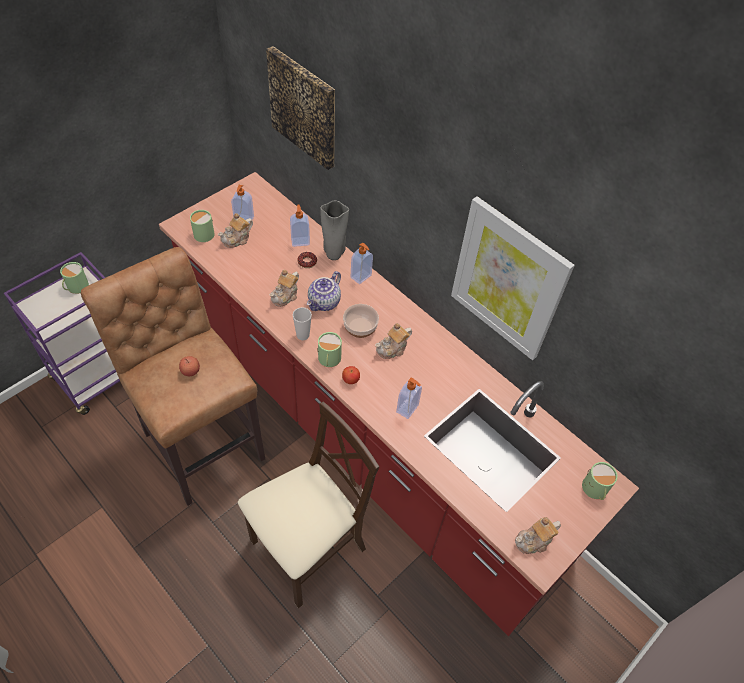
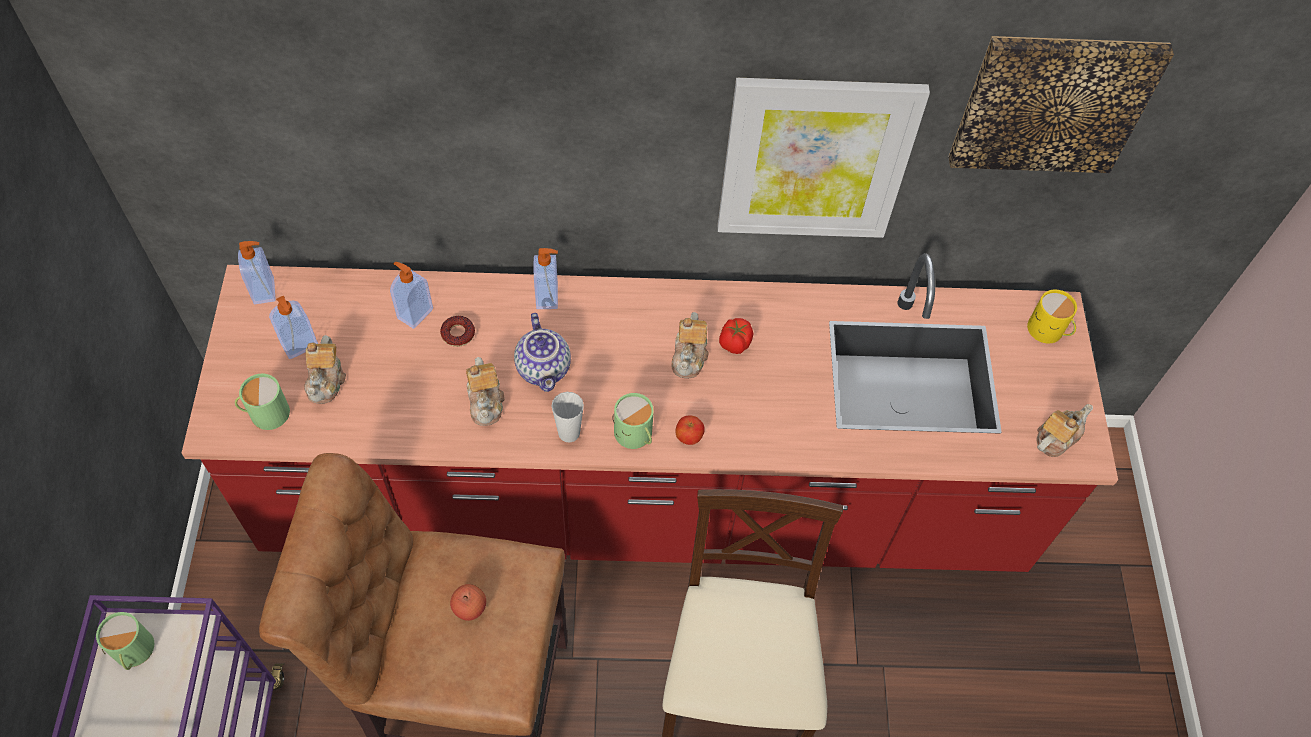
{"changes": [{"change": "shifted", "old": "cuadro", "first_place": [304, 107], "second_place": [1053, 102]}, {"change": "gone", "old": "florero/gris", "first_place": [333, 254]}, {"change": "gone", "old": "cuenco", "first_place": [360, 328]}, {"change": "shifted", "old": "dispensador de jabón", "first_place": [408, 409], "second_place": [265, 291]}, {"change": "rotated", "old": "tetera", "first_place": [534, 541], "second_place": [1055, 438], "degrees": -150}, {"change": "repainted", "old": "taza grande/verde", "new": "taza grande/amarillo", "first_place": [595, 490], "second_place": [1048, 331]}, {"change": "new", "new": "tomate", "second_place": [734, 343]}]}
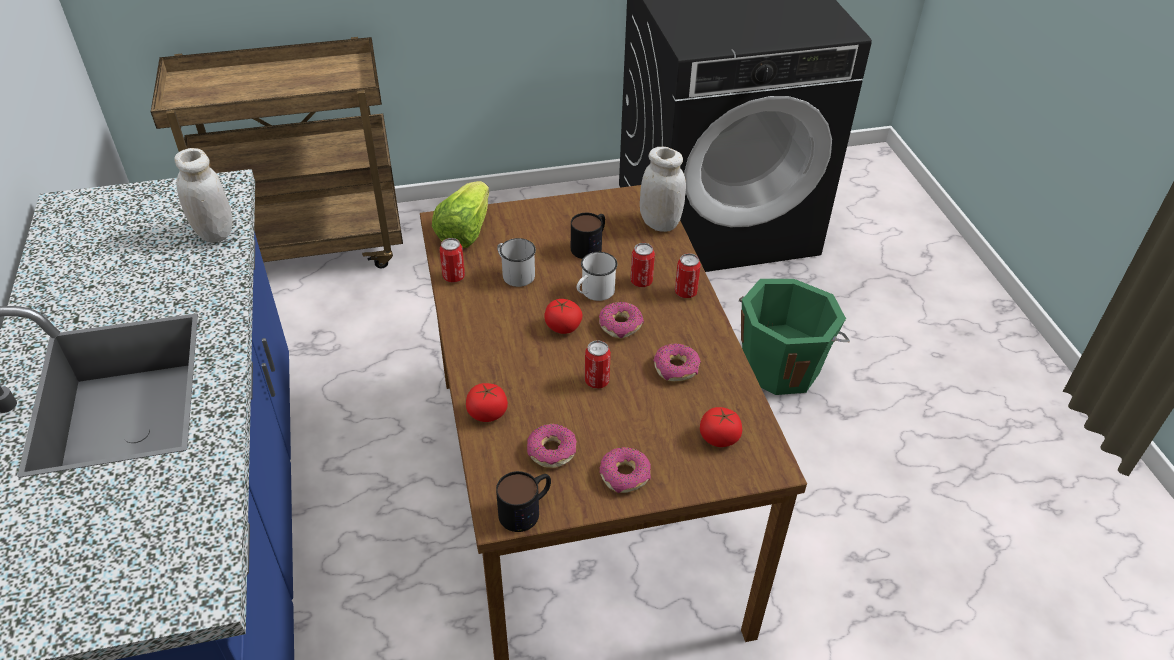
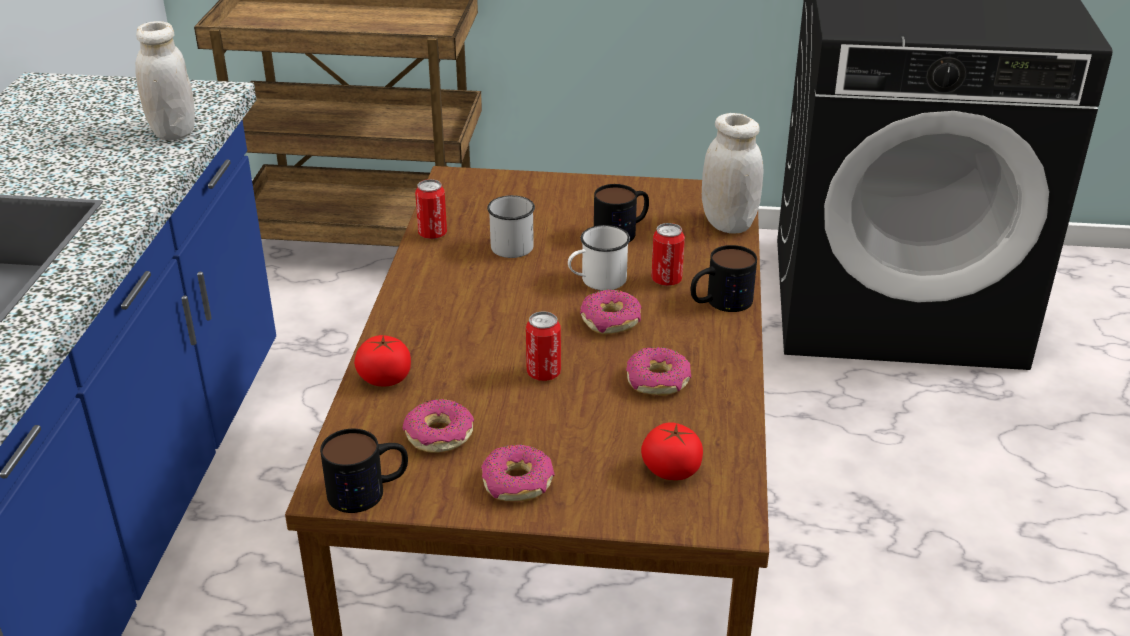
{"changes": [{"change": "gone", "old": "lechuga", "first_place": [464, 231]}, {"change": "gone", "old": "tomate", "first_place": [562, 327]}, {"change": "swapped", "old": "lata", "new": "taza grande", "first_place": [685, 292], "second_place": [719, 302]}, {"change": "gone", "old": "cubo/verde", "first_place": [781, 366]}]}
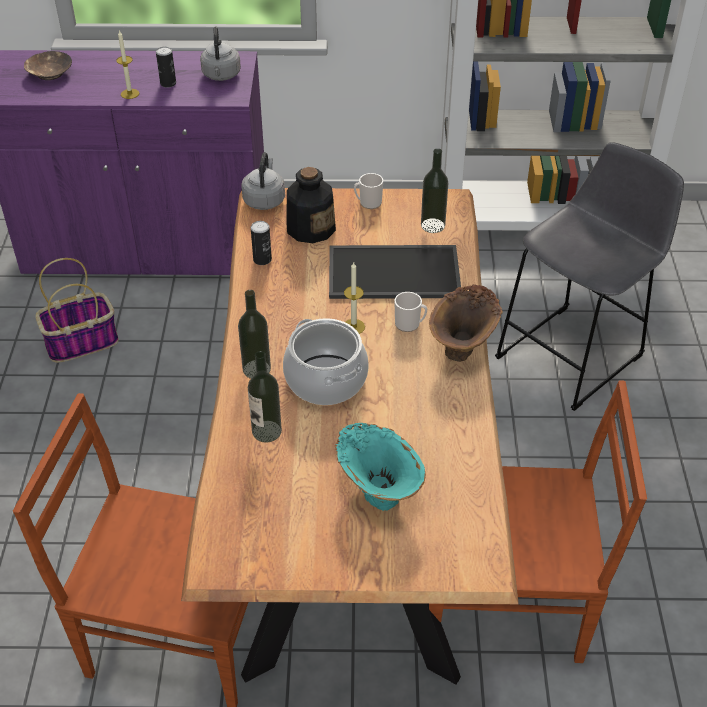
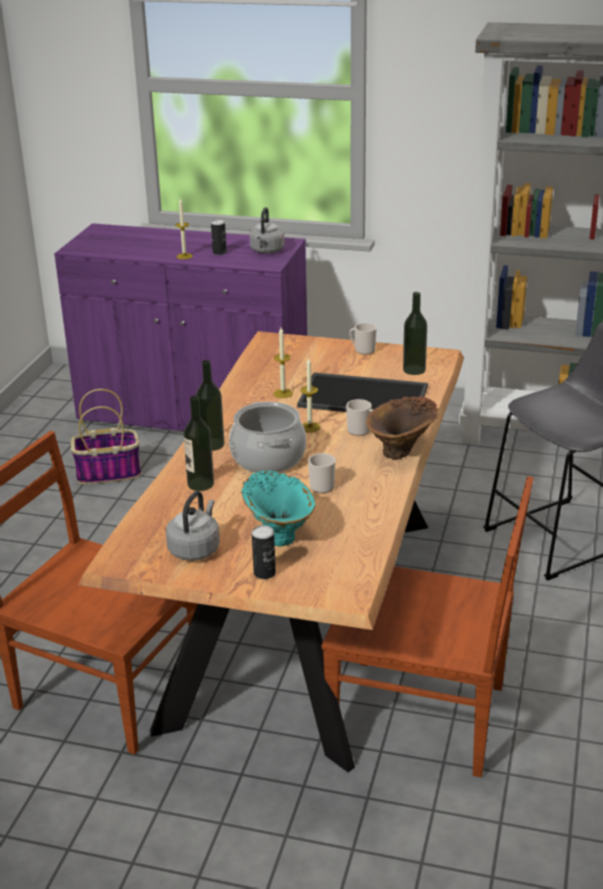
{"changes": [{"change": "gone", "old": "cuenco/marrón", "first_place": [49, 73]}, {"change": "shifted", "old": "hervidor/gris", "first_place": [264, 199], "second_place": [195, 549]}, {"change": "shifted", "old": "lata", "first_place": [262, 259], "second_place": [264, 573]}, {"change": "gone", "old": "botella", "first_place": [310, 228]}, {"change": "new", "new": "vela", "second_place": [283, 393]}, {"change": "new", "new": "taza grande", "second_place": [322, 485]}]}
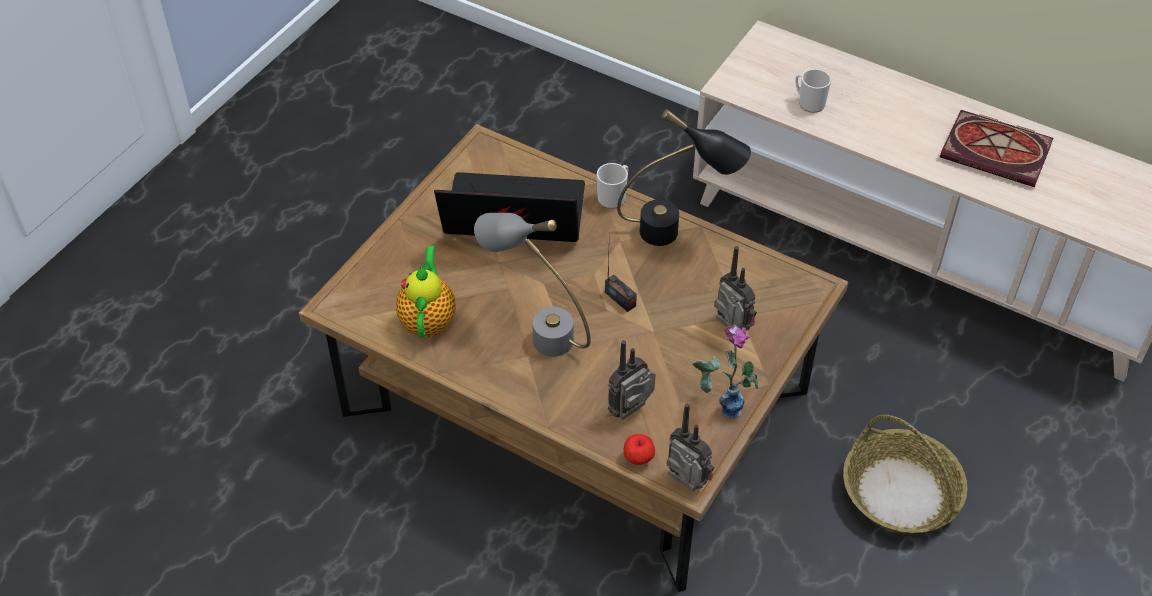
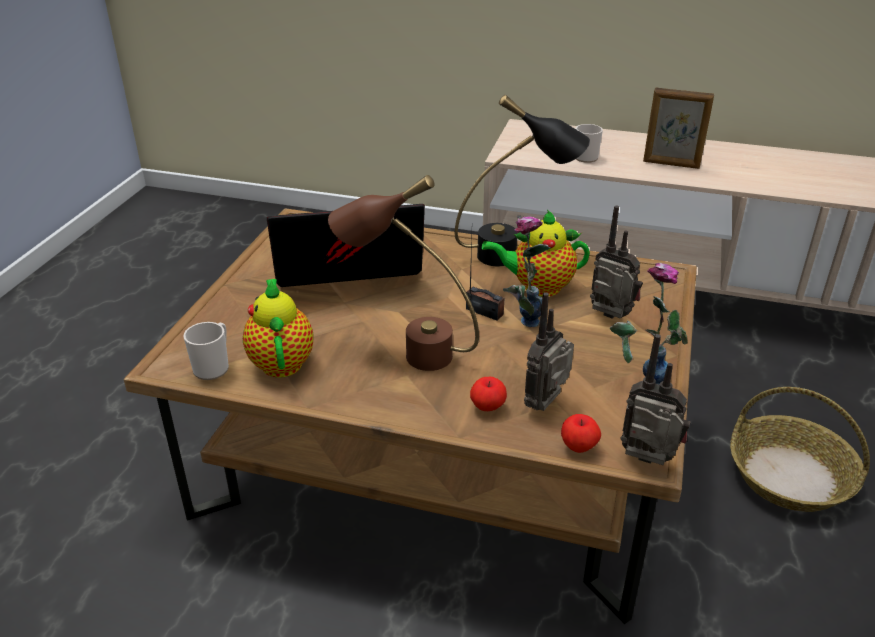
{"changes": [{"change": "repainted", "old": "lámpara de mesa/gris", "new": "lámpara de mesa/marrón", "first_place": [536, 331], "second_place": [407, 351]}, {"change": "shifted", "old": "taza grande", "first_place": [614, 197], "second_place": [214, 367]}, {"change": "gone", "old": "libro", "first_place": [998, 152]}, {"change": "new", "new": "manzana", "second_place": [487, 407]}, {"change": "new", "new": "tetera", "second_place": [538, 287]}, {"change": "new", "new": "florero", "second_place": [522, 328]}, {"change": "new", "new": "portarretratos", "second_place": [671, 164]}]}
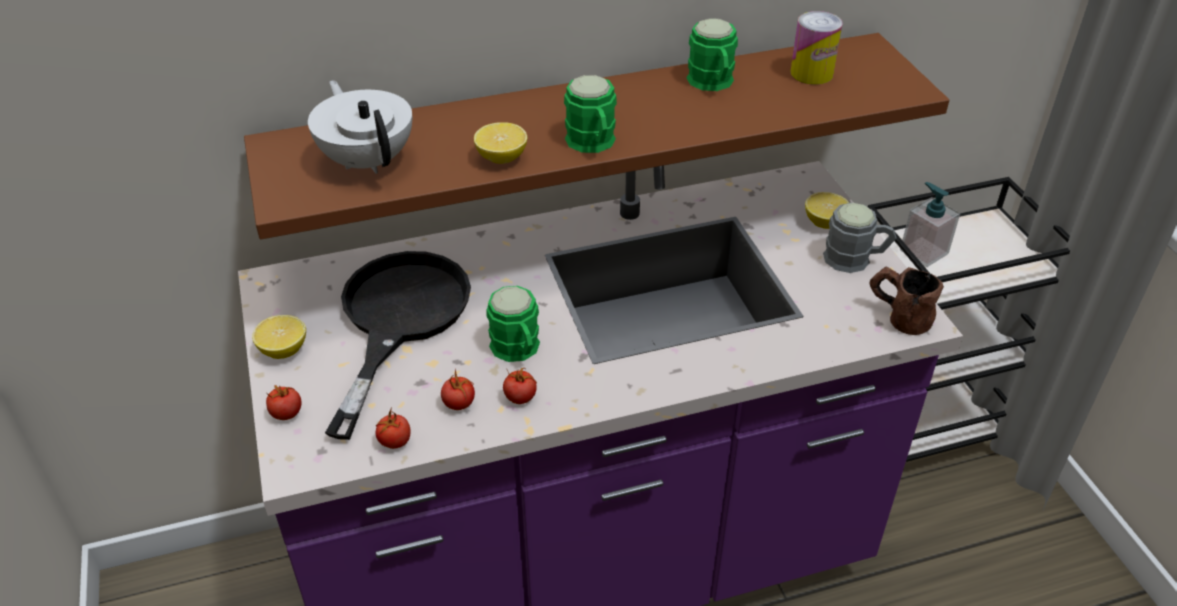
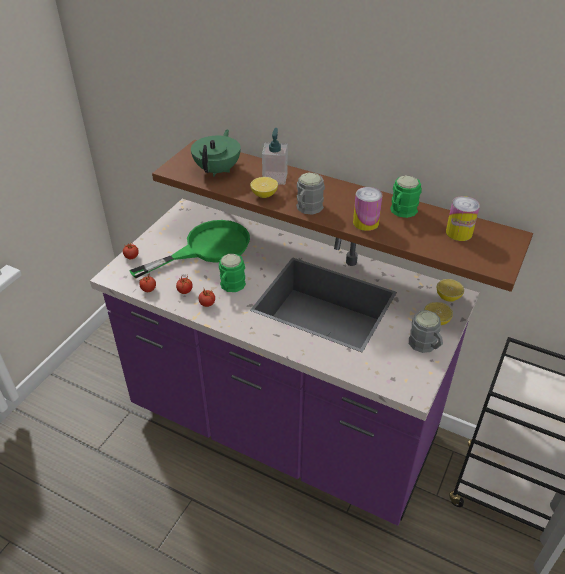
{"changes": [{"change": "shifted", "old": "limón", "first_place": [283, 350], "second_place": [448, 297]}, {"change": "repainted", "old": "tetera/blanco", "new": "tetera/verde", "first_place": [368, 160], "second_place": [218, 170]}, {"change": "repainted", "old": "sartén/negro", "new": "sartén/verde", "first_place": [398, 320], "second_place": [207, 248]}, {"change": "repainted", "old": "taza grande/verde", "new": "taza grande/gris", "first_place": [593, 144], "second_place": [307, 209]}, {"change": "gone", "old": "taza grande/marrón", "first_place": [897, 316]}, {"change": "shifted", "old": "dispensador de jabón", "first_place": [923, 252], "second_place": [275, 178]}, {"change": "new", "new": "lata", "second_place": [365, 223]}]}
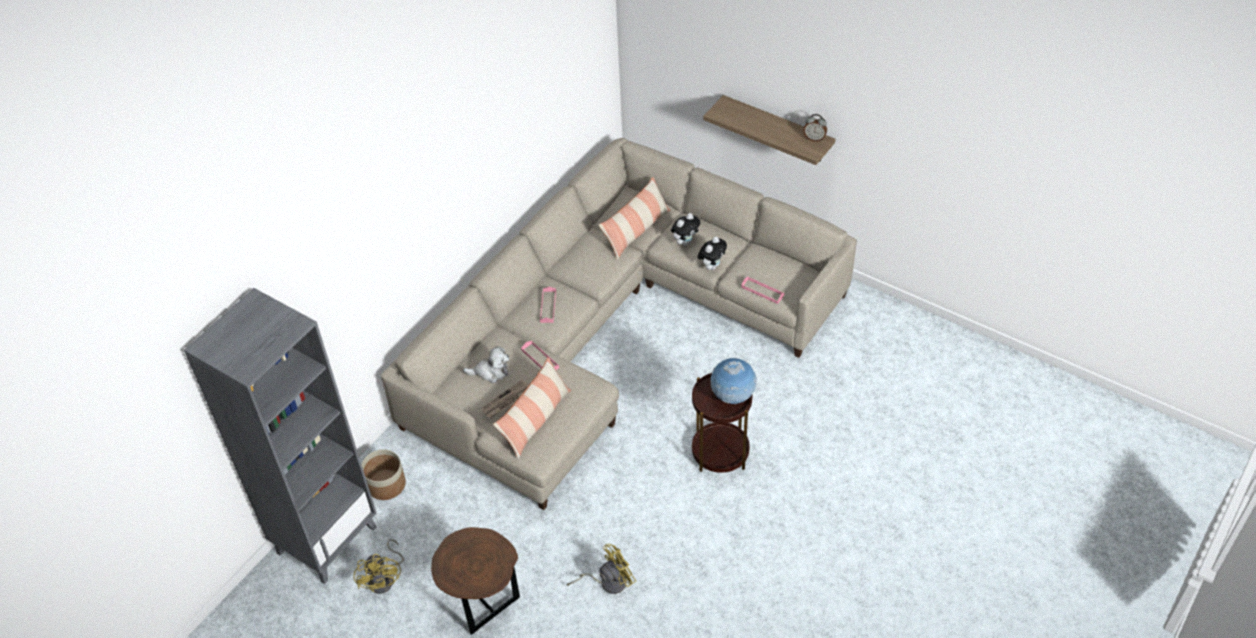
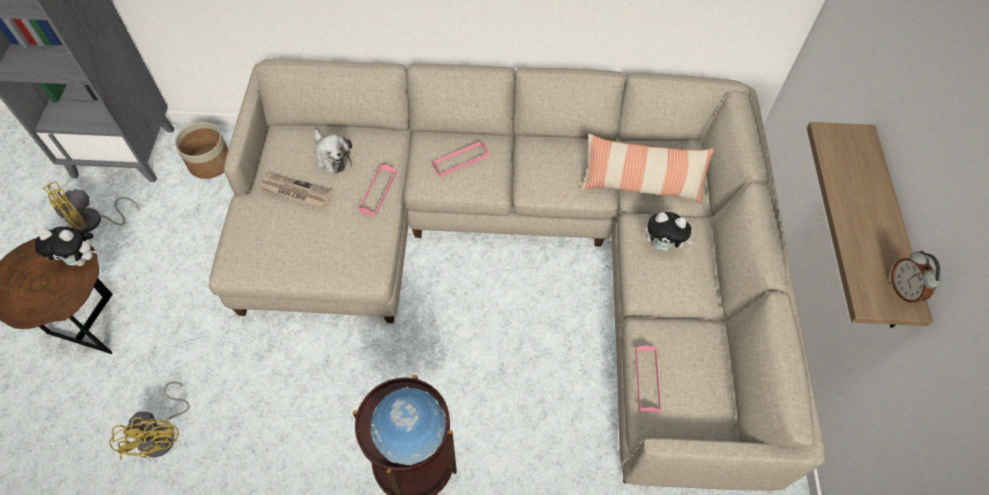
{"changes": [{"change": "gone", "old": "cojín", "first_place": [535, 420]}, {"change": "rotated", "old": "ventilador/amarillo", "first_place": [608, 582], "second_place": [164, 435], "degrees": 45}, {"change": "shifted", "old": "peluche", "first_place": [712, 266], "second_place": [81, 259]}]}
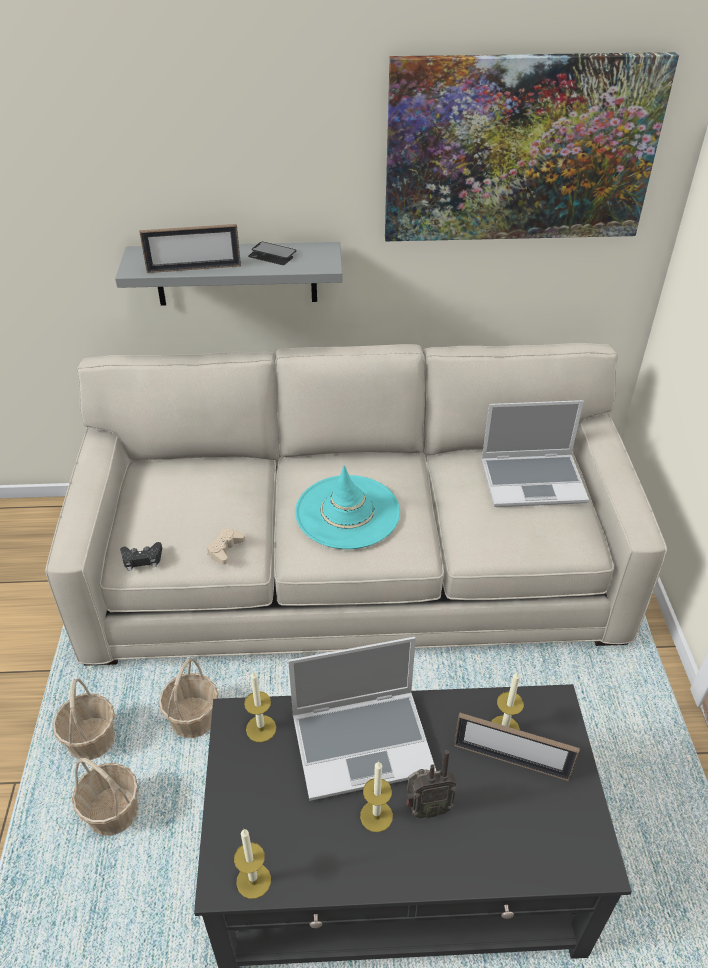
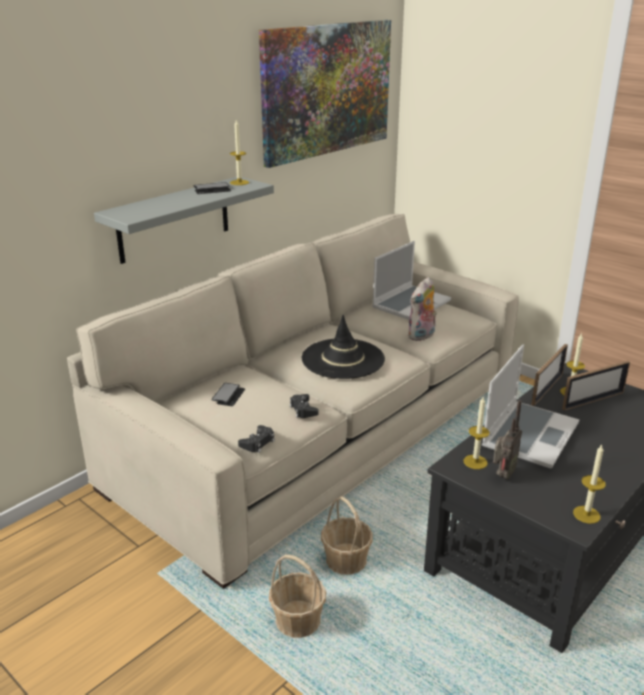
{"changes": [{"change": "gone", "old": "cesta", "first_place": [113, 811]}, {"change": "shifted", "old": "portarretratos", "first_place": [194, 268], "second_place": [547, 389]}, {"change": "repainted", "old": "mando de consola/beis", "new": "mando de consola/negro", "first_place": [225, 549], "second_place": [303, 410]}, {"change": "repainted", "old": "sombrero/turquesa", "new": "sombrero/negro", "first_place": [347, 512], "second_place": [343, 359]}, {"change": "shifted", "old": "vela", "first_place": [376, 816], "second_place": [239, 182]}, {"change": "shifted", "old": "radio", "first_place": [426, 808], "second_place": [502, 475]}, {"change": "new", "new": "móvil", "second_place": [228, 395]}, {"change": "new", "new": "peluche", "second_place": [422, 336]}]}
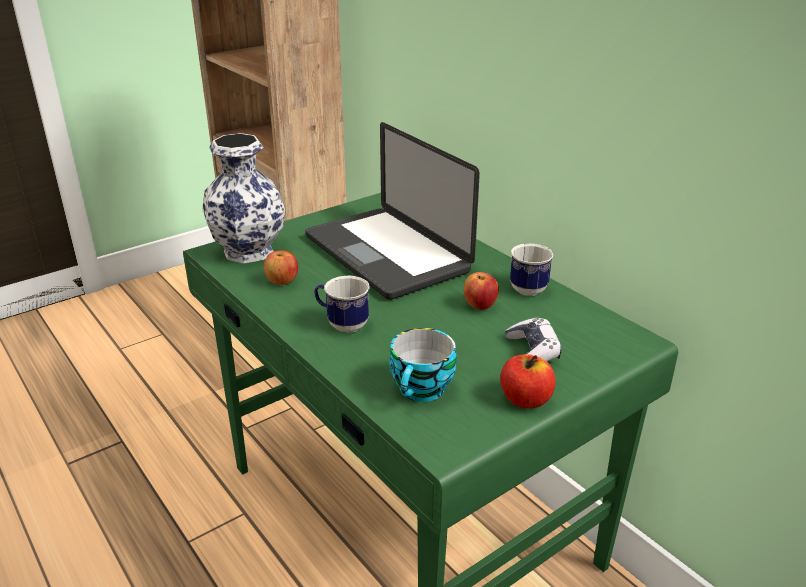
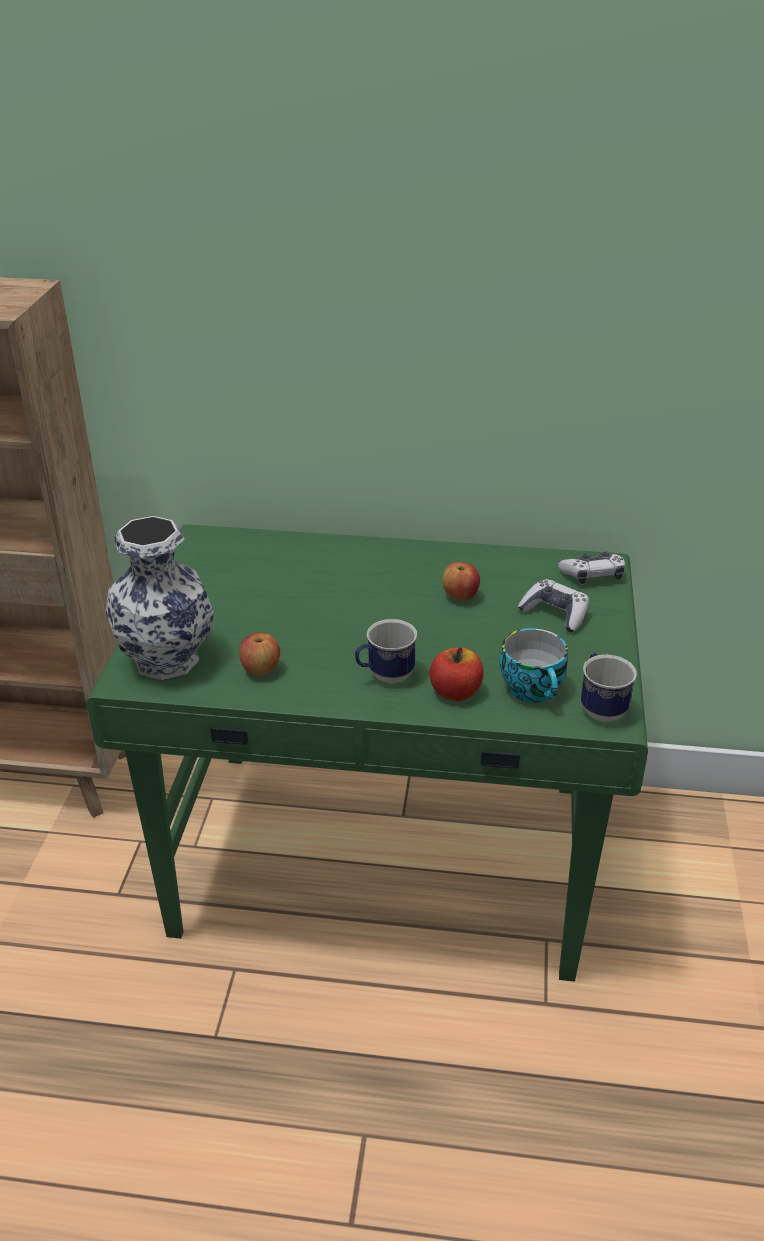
{"changes": [{"change": "gone", "old": "portátil", "first_place": [386, 254]}, {"change": "shifted", "old": "manzana", "first_place": [525, 399], "second_place": [455, 692]}, {"change": "shifted", "old": "taza grande", "first_place": [530, 287], "second_place": [600, 707]}, {"change": "new", "new": "mando de consola", "second_place": [593, 575]}]}
